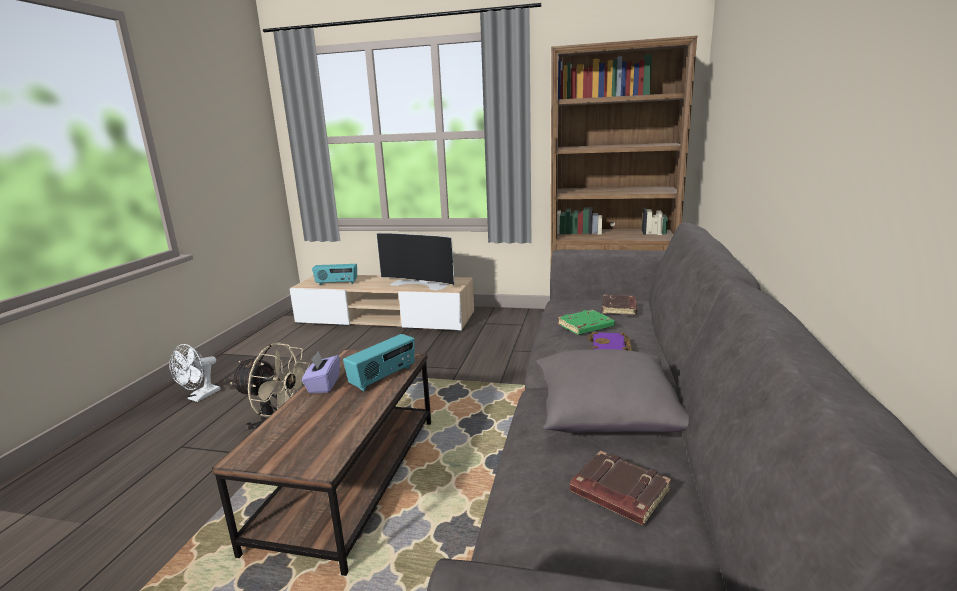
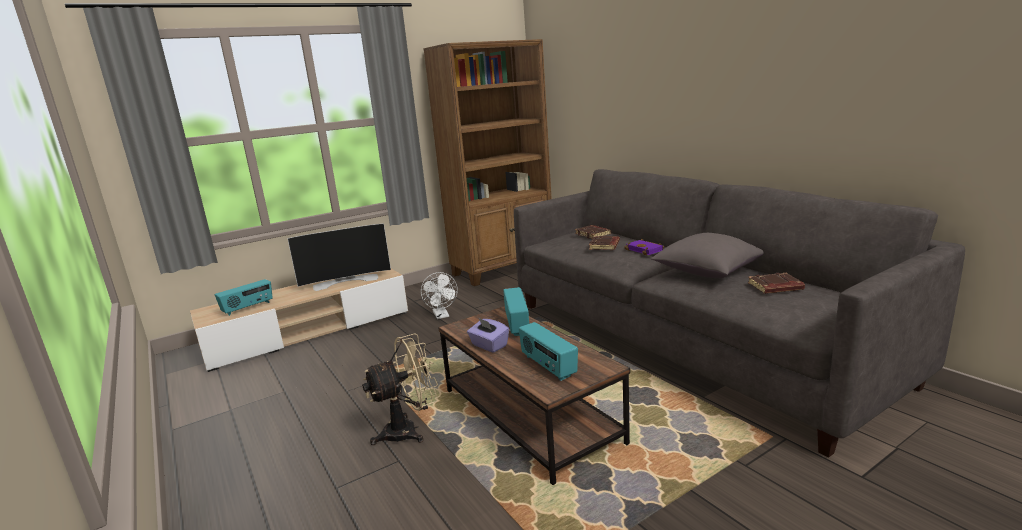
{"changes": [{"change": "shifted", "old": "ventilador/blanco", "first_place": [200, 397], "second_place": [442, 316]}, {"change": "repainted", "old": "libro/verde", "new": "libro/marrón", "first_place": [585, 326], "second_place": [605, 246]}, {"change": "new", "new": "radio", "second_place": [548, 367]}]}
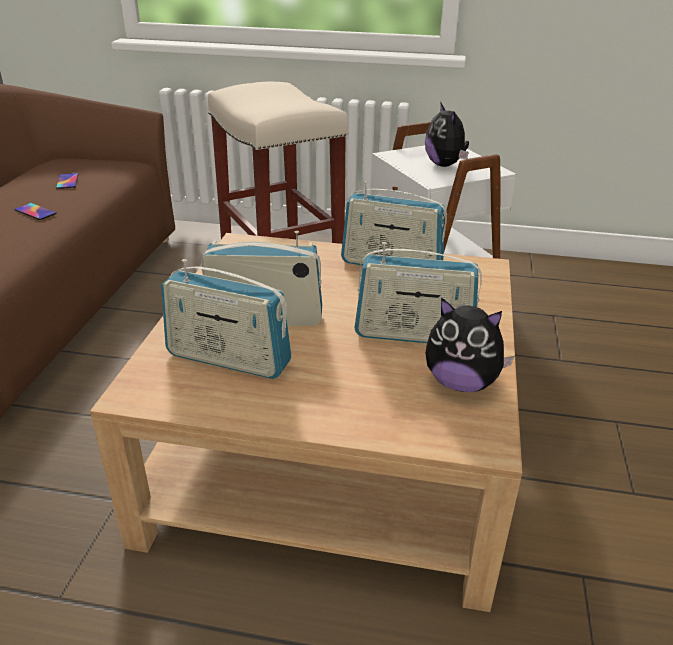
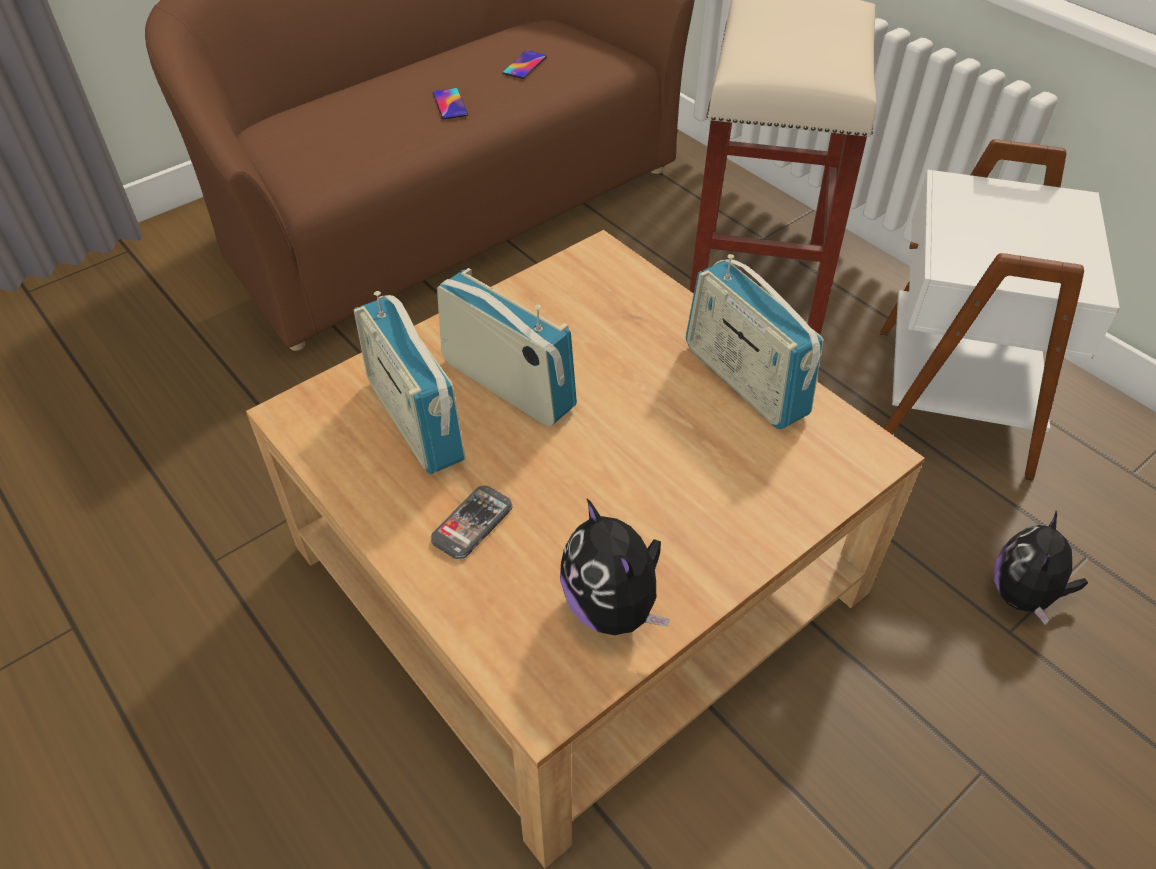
{"changes": [{"change": "gone", "old": "radio", "first_place": [414, 334]}, {"change": "shifted", "old": "peluche", "first_place": [445, 165], "second_place": [1023, 596]}, {"change": "new", "new": "móvil", "second_place": [472, 523]}]}
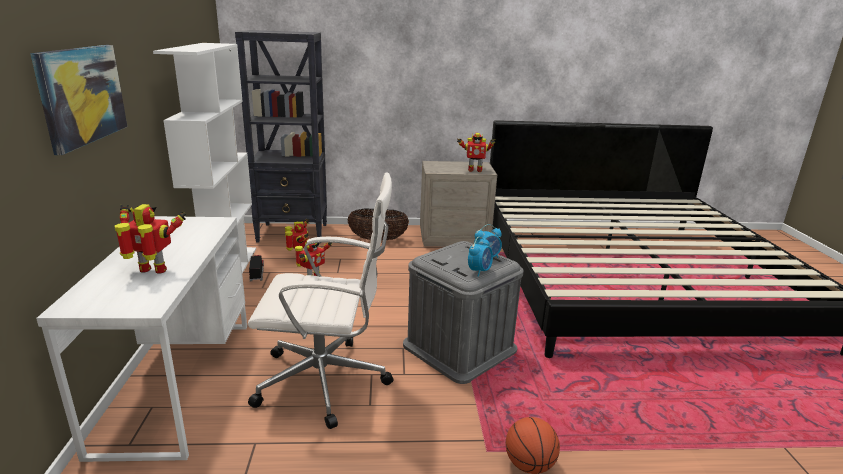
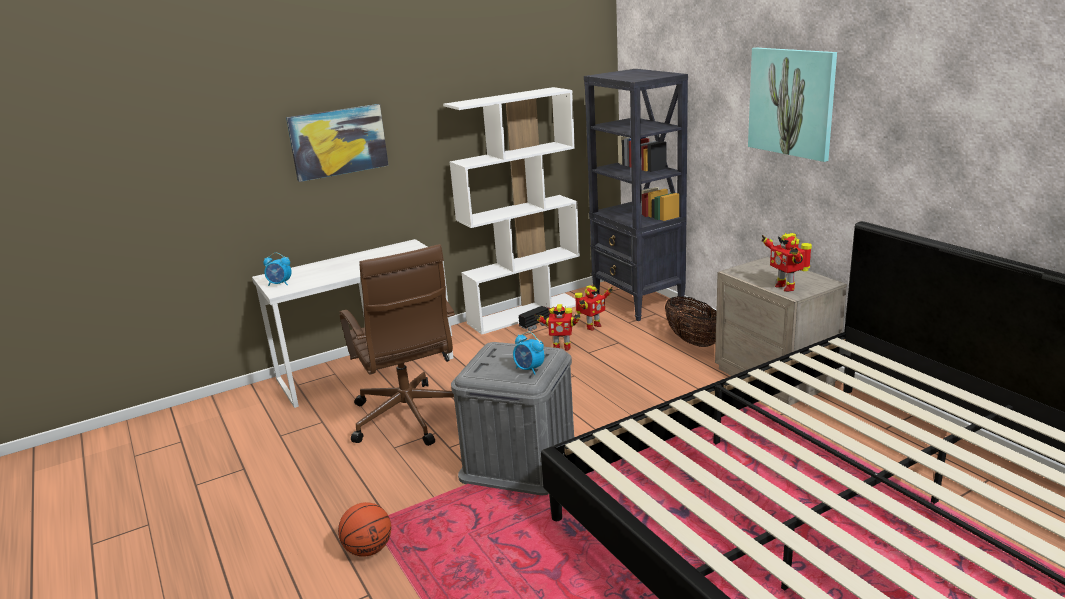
{"changes": [{"change": "gone", "old": "robot de juguete", "first_place": [153, 271]}, {"change": "repainted", "old": "silla de oficina/blanco", "new": "silla de oficina/marrón", "first_place": [326, 381], "second_place": [409, 418]}, {"change": "shifted", "old": "despertador", "first_place": [479, 271], "second_place": [280, 284]}, {"change": "new", "new": "cuadro", "second_place": [791, 102]}]}
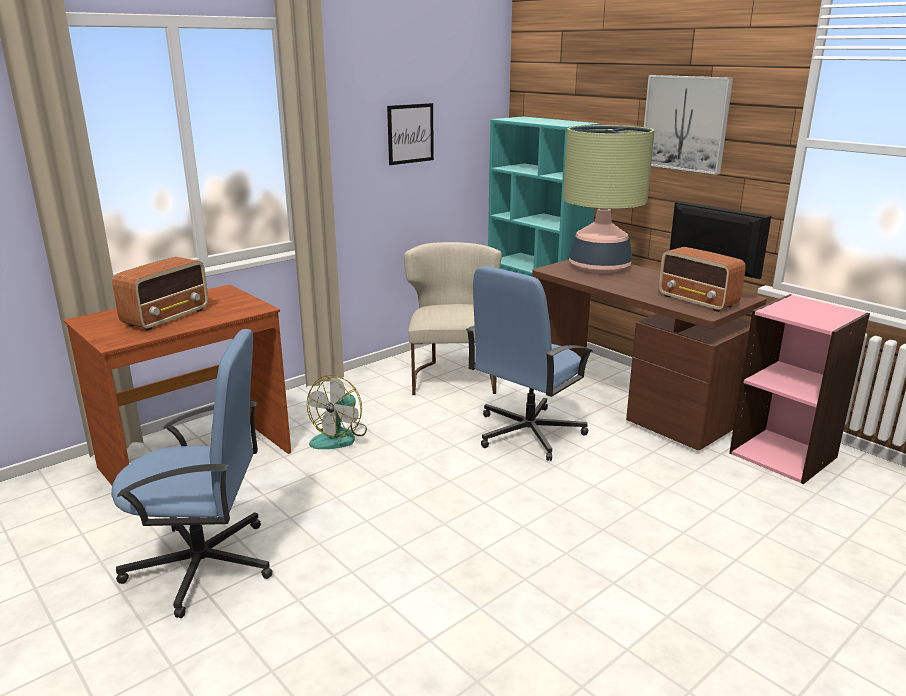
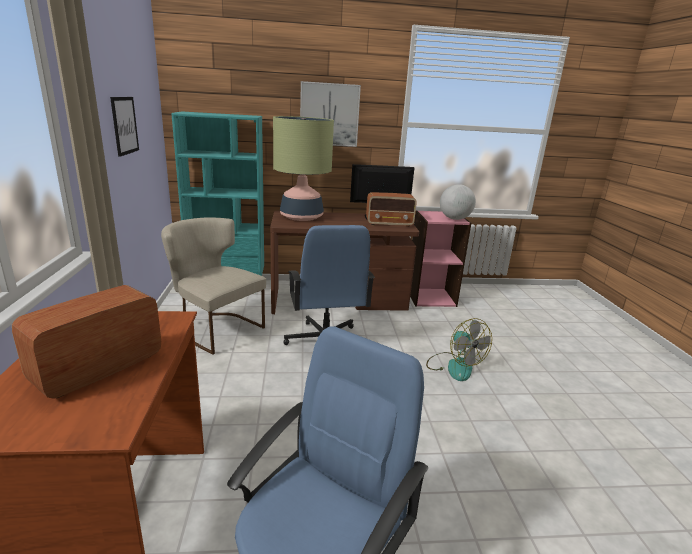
{"changes": [{"change": "rotated", "old": "radio", "first_place": [167, 317], "second_place": [97, 370], "degrees": -120}, {"change": "shifted", "old": "ventilador", "first_place": [340, 436], "second_place": [454, 366]}, {"change": "new", "new": "globo terráqueo", "second_place": [454, 219]}]}
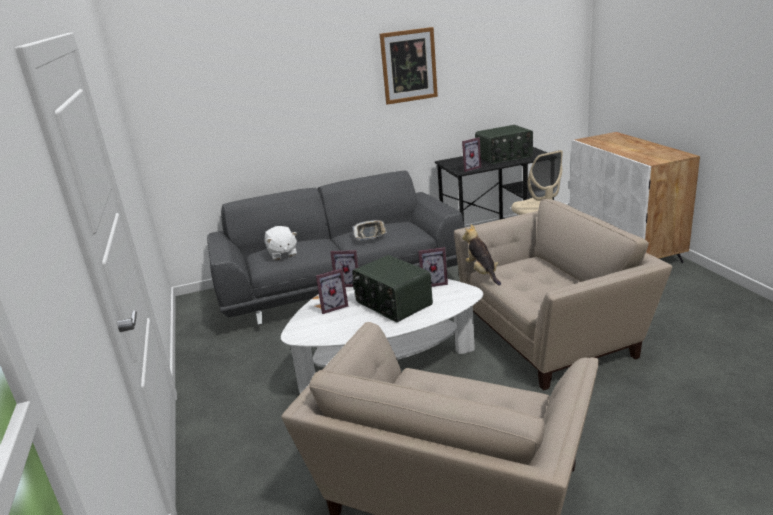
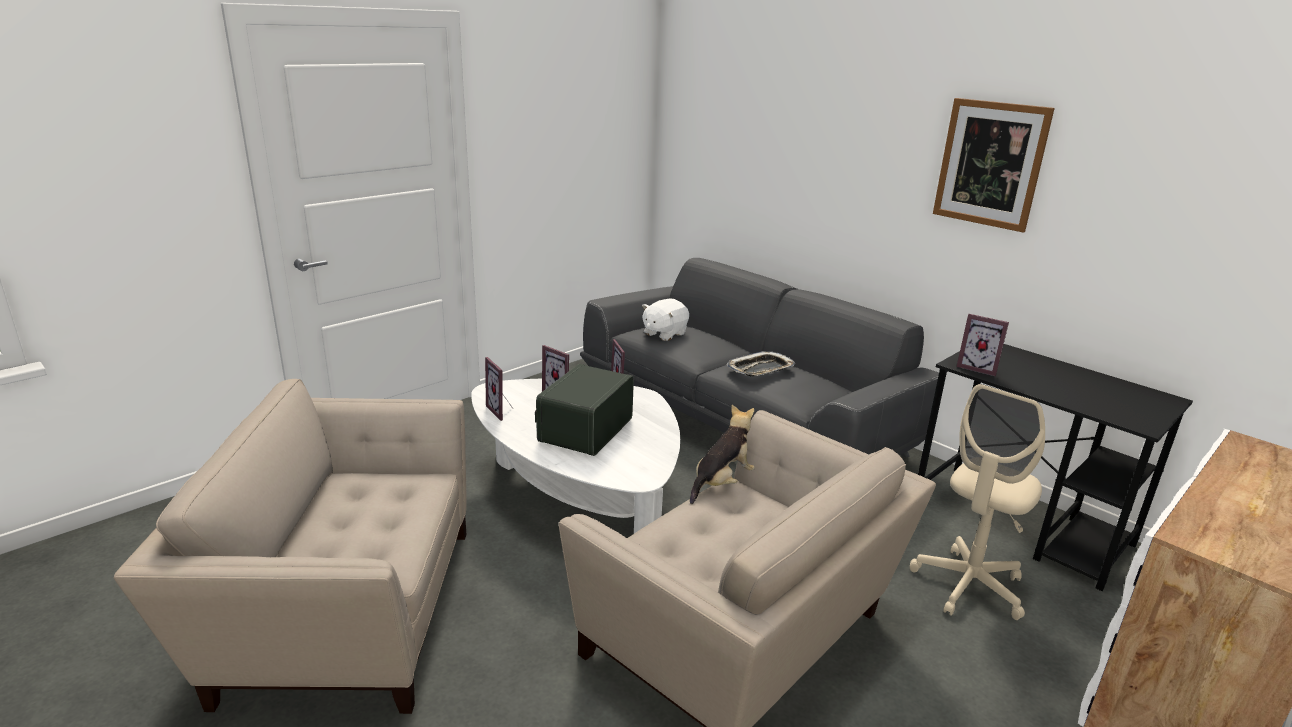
{"changes": [{"change": "shifted", "old": "portarretratos", "first_place": [433, 283], "second_place": [502, 411]}, {"change": "gone", "old": "radio", "first_place": [504, 157]}]}
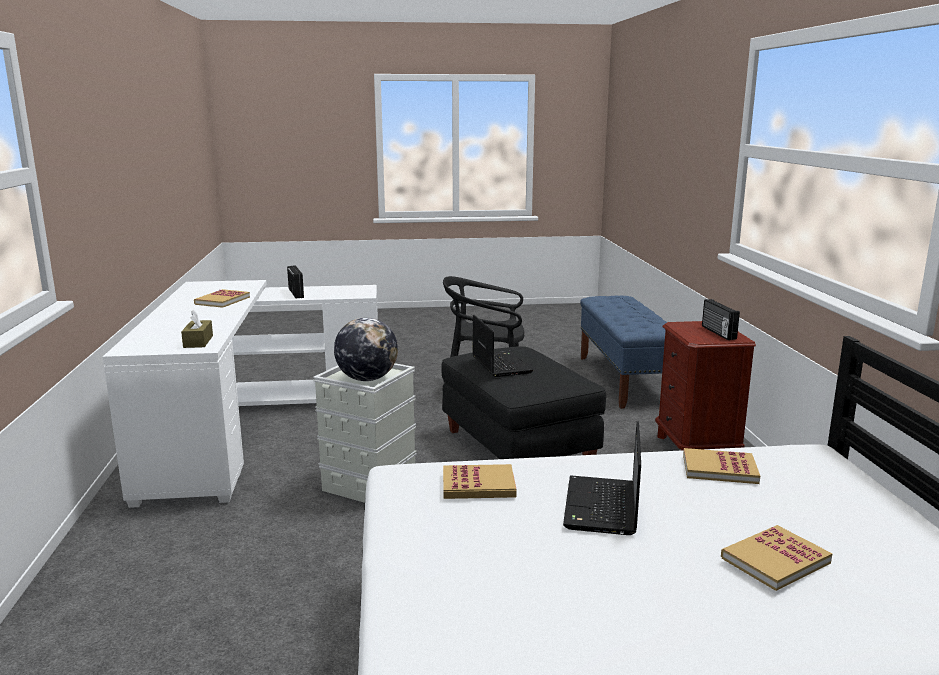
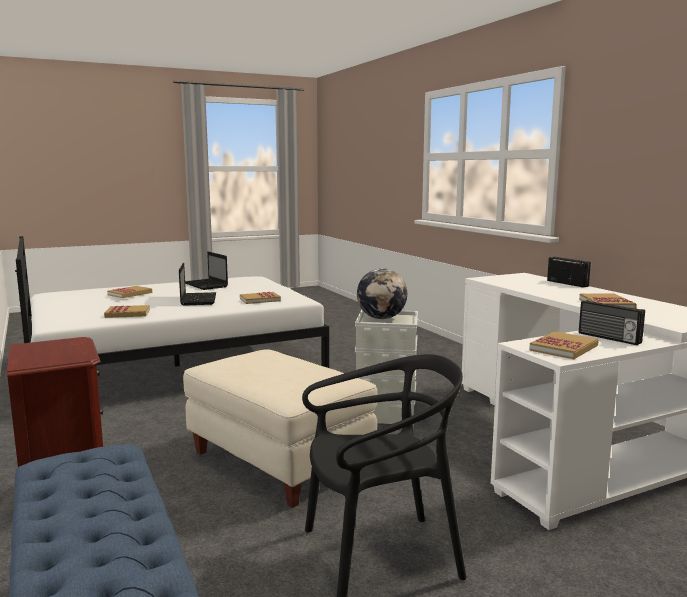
{"changes": [{"change": "gone", "old": "caja de pañuelos/marrón", "first_place": [198, 341]}, {"change": "repainted", "old": "puf/negro", "new": "puf/beis", "first_place": [516, 449], "second_place": [280, 461]}, {"change": "shifted", "old": "portátil", "first_place": [500, 364], "second_place": [206, 285]}, {"change": "shifted", "old": "radio", "first_place": [717, 332], "second_place": [568, 283]}, {"change": "new", "new": "libro", "second_place": [564, 348]}]}
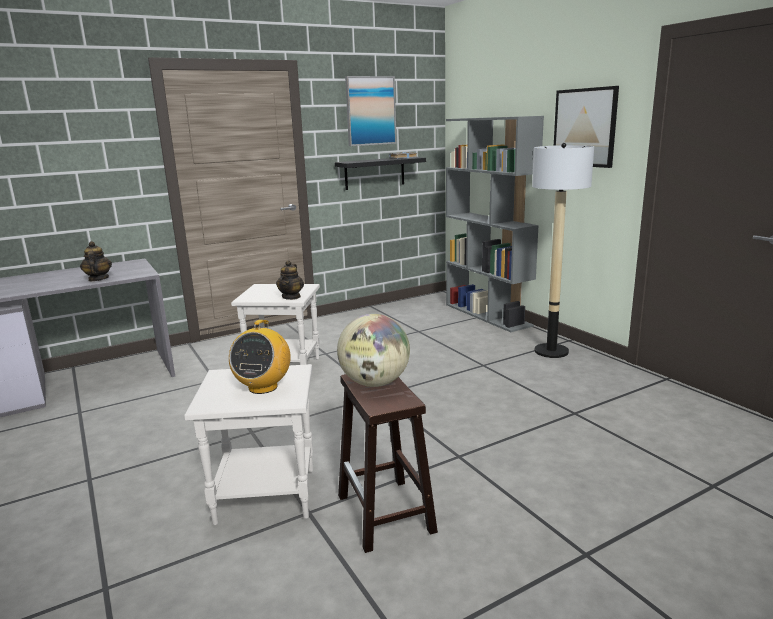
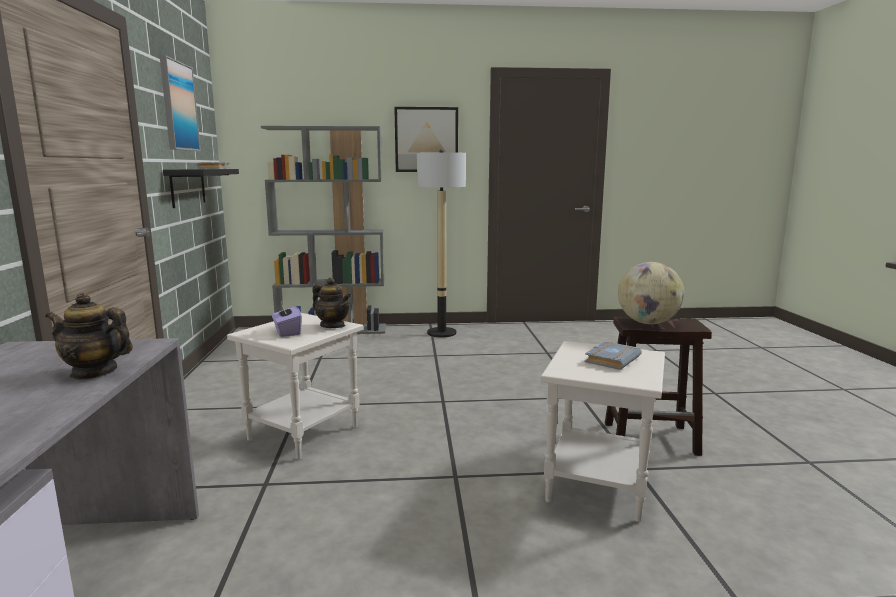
{"changes": [{"change": "swapped", "old": "radio", "new": "libro/gris", "first_place": [263, 387], "second_place": [611, 359]}, {"change": "new", "new": "caja de pañuelos/morado", "second_place": [287, 332]}]}
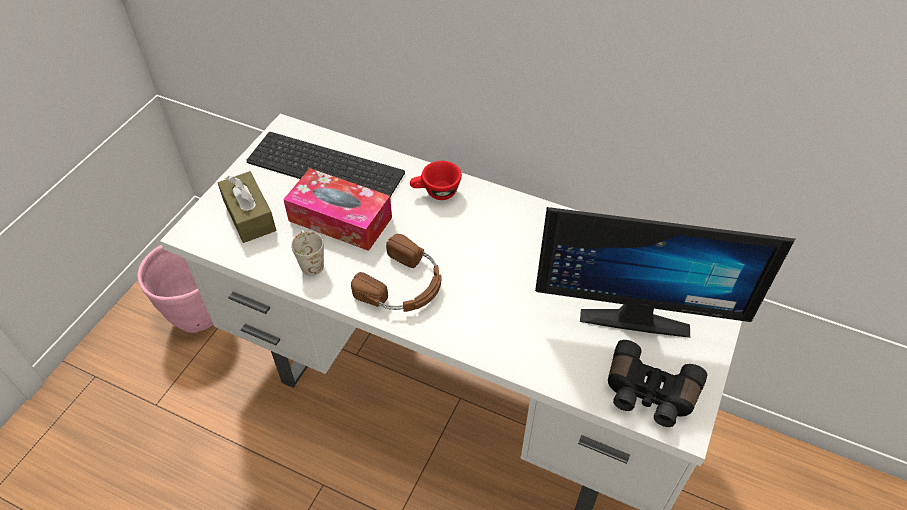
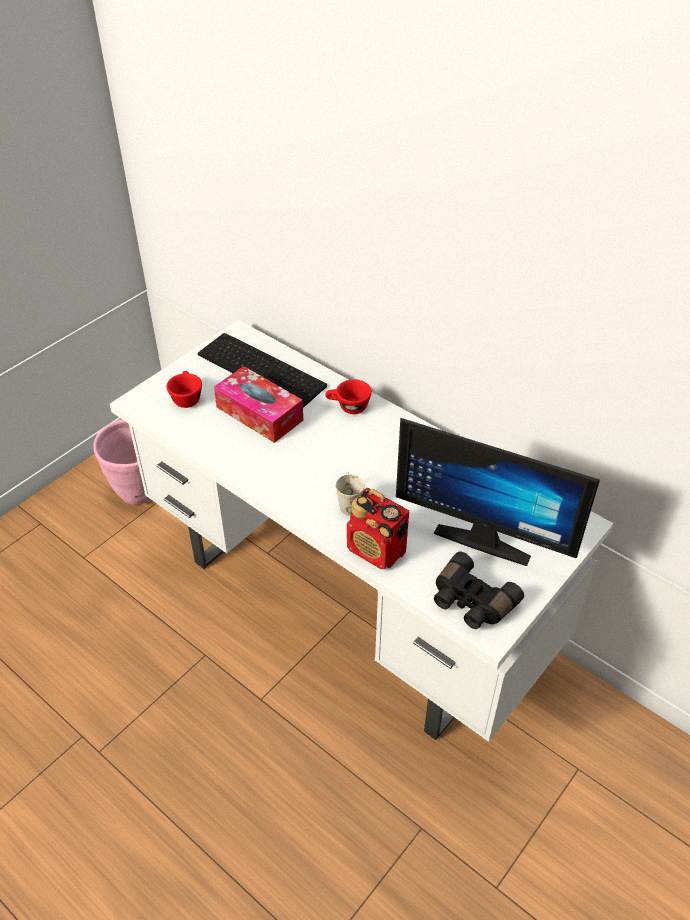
{"changes": [{"change": "swapped", "old": "caja de pañuelos/marrón", "new": "taza/rojo", "first_place": [249, 216], "second_place": [186, 397]}, {"change": "shifted", "old": "taza grande/blanco", "first_place": [310, 261], "second_place": [348, 502]}, {"change": "gone", "old": "auriculares/marrón", "first_place": [403, 285]}, {"change": "new", "new": "radio", "second_place": [377, 551]}]}
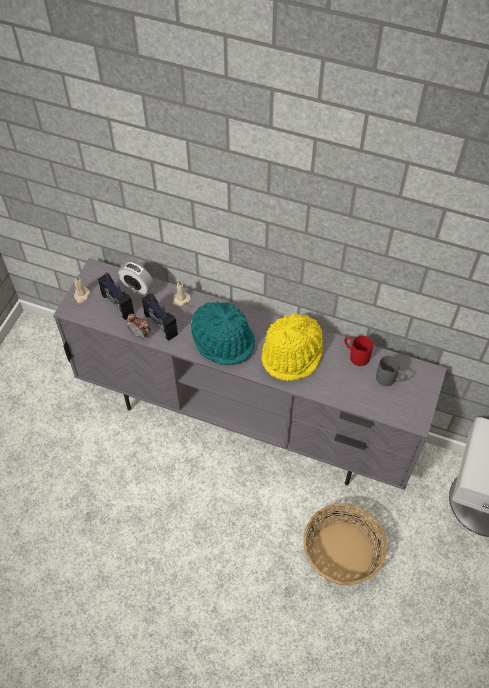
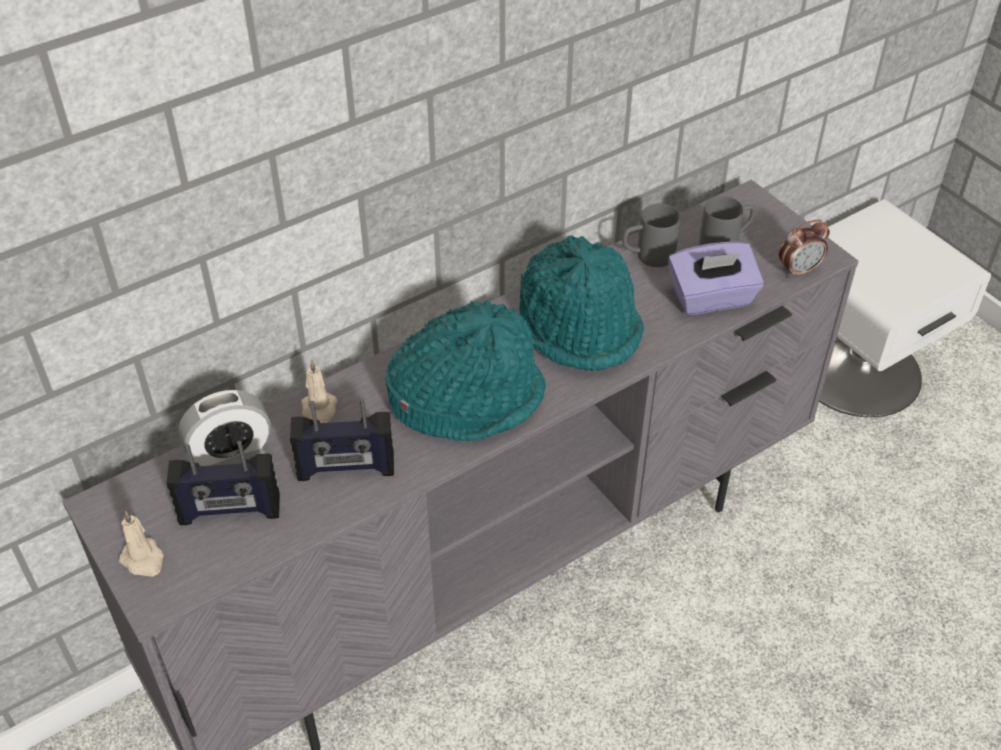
{"changes": [{"change": "shifted", "old": "despertador", "first_place": [140, 334], "second_place": [799, 270]}, {"change": "repainted", "old": "sombrero/amarillo", "new": "sombrero/turquesa", "first_place": [292, 354], "second_place": [580, 326]}, {"change": "gone", "old": "cesta", "first_place": [341, 552]}, {"change": "repainted", "old": "taza grande/rojo", "new": "taza grande/gris", "first_place": [355, 355], "second_place": [647, 257]}, {"change": "new", "new": "caja de pañuelos/morado", "second_place": [711, 298]}]}
